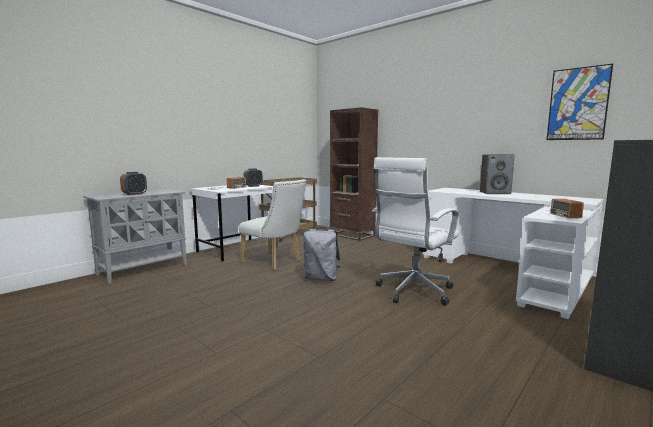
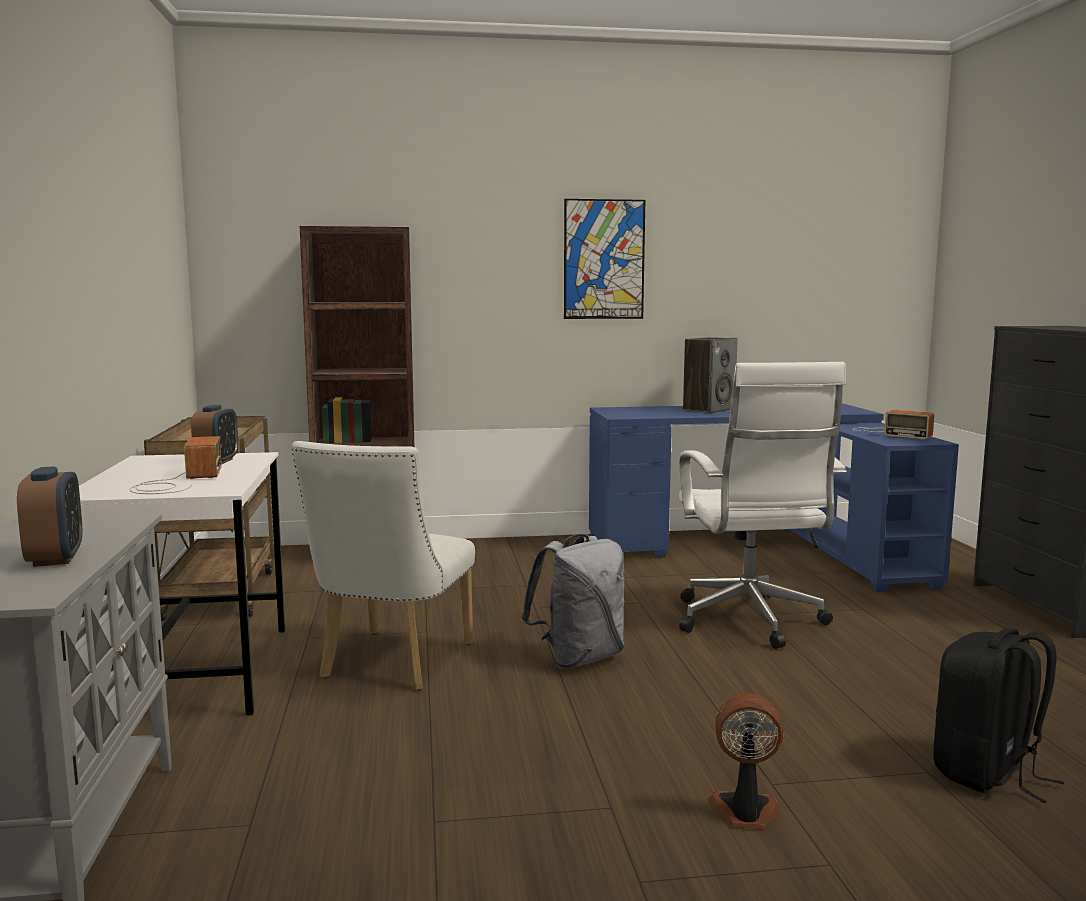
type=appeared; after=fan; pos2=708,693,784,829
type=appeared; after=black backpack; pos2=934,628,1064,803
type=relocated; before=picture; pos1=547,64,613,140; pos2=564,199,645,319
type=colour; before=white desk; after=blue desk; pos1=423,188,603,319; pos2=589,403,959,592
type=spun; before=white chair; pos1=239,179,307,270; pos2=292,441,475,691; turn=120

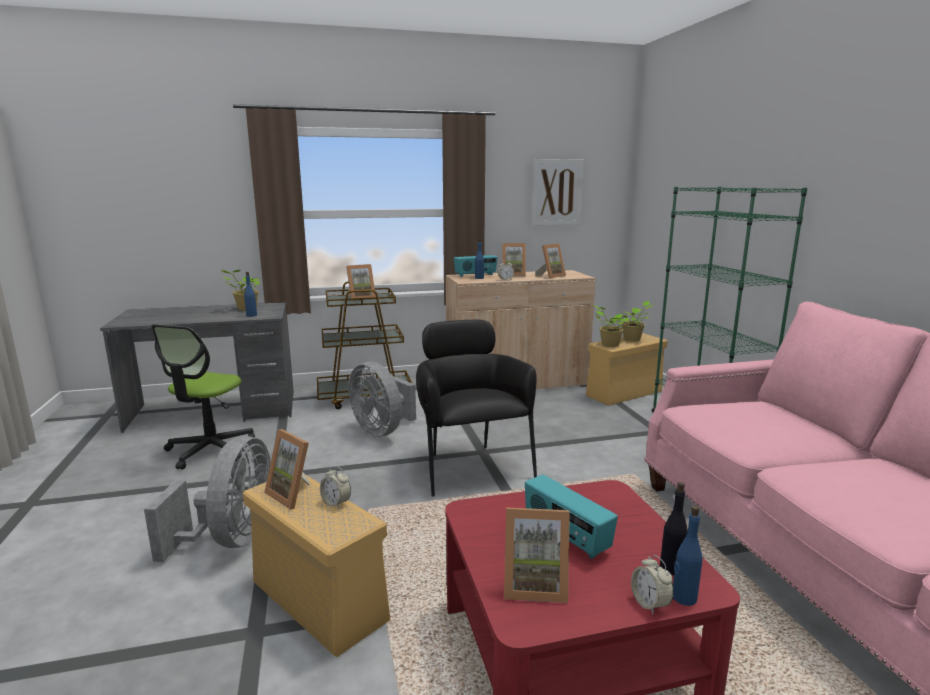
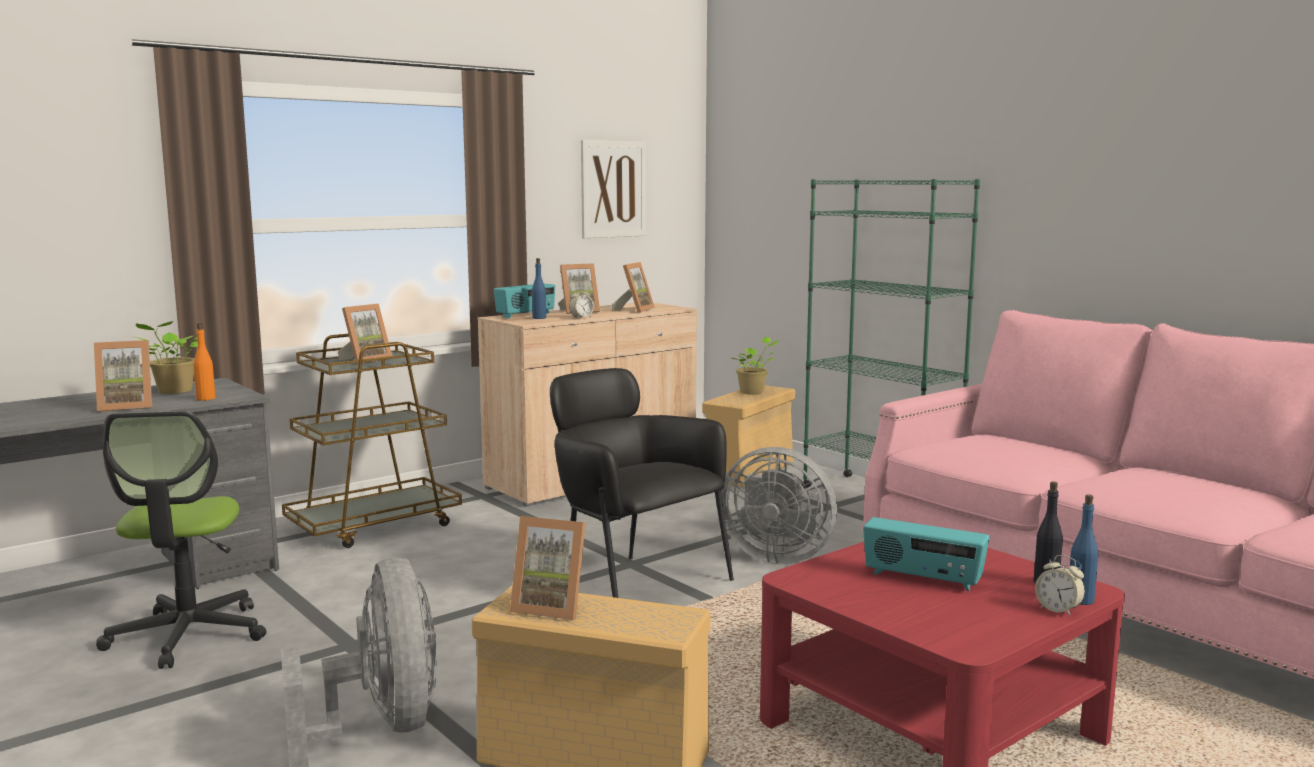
type=missing; before=alarm clock; pos1=320,466,351,509
type=missing; before=potted plant; pos1=594,305,629,347
type=relocated; before=grey fan; pos1=349,362,416,437; pos2=721,447,837,565
type=relocated; before=picture frame; pos1=504,508,570,603; pos2=94,340,152,412
type=colour; before=blue bottle; after=orange bottle; pos1=244,272,257,317; pos2=193,323,215,401

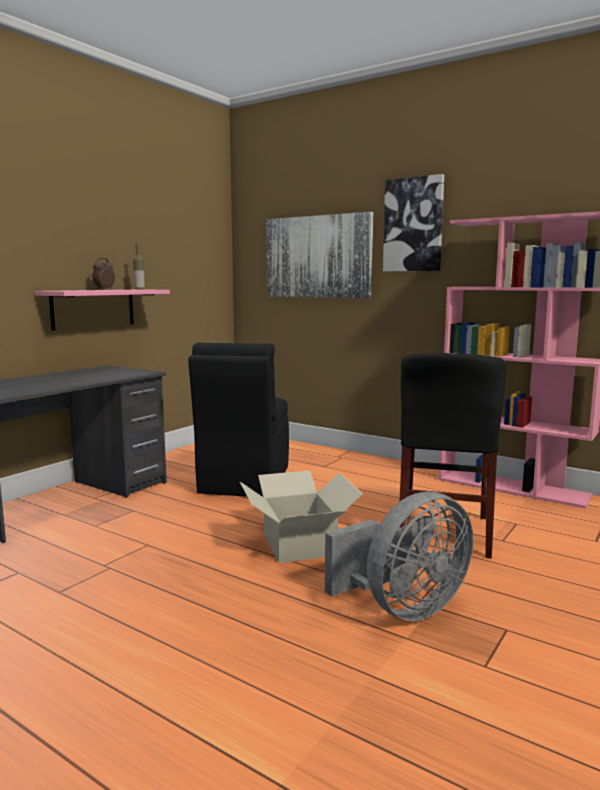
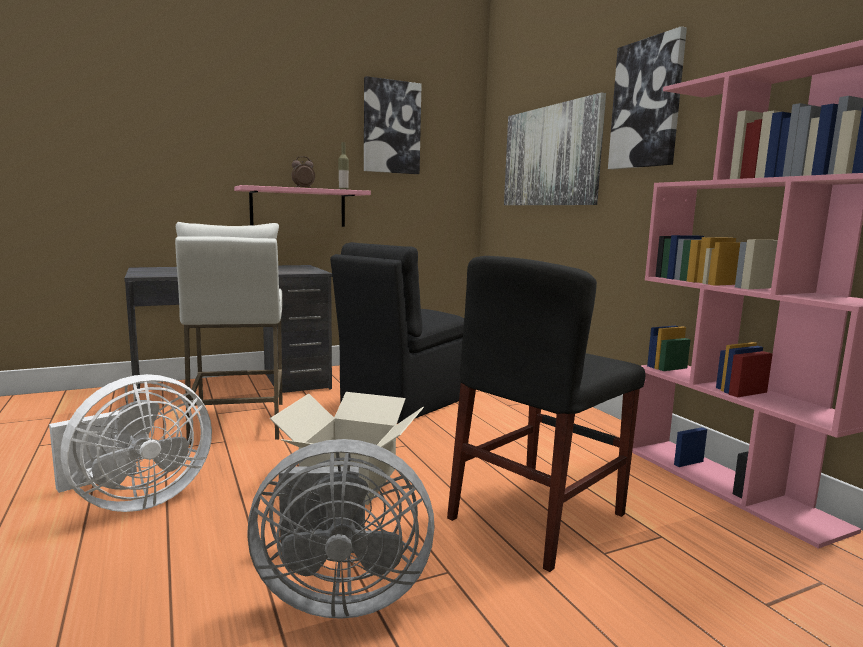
type=appeared; after=white fan; pos2=49,374,212,512
type=appeared; after=white stool; pos2=175,222,283,445
type=appeared; after=picture; pos2=364,76,421,174

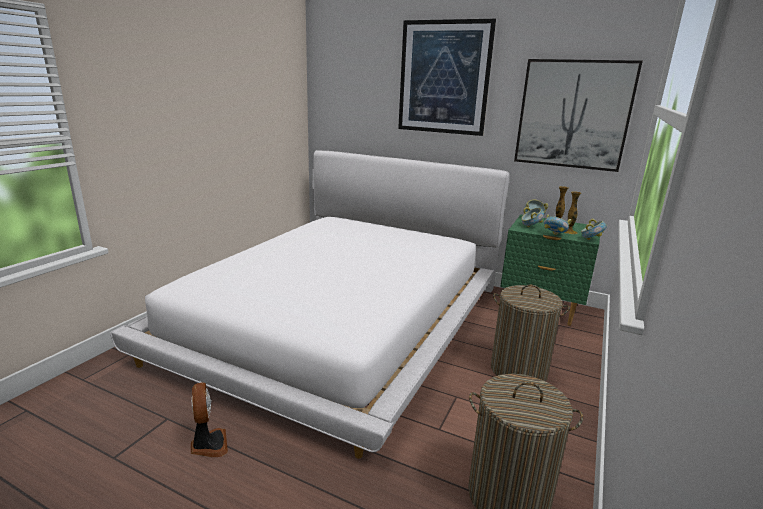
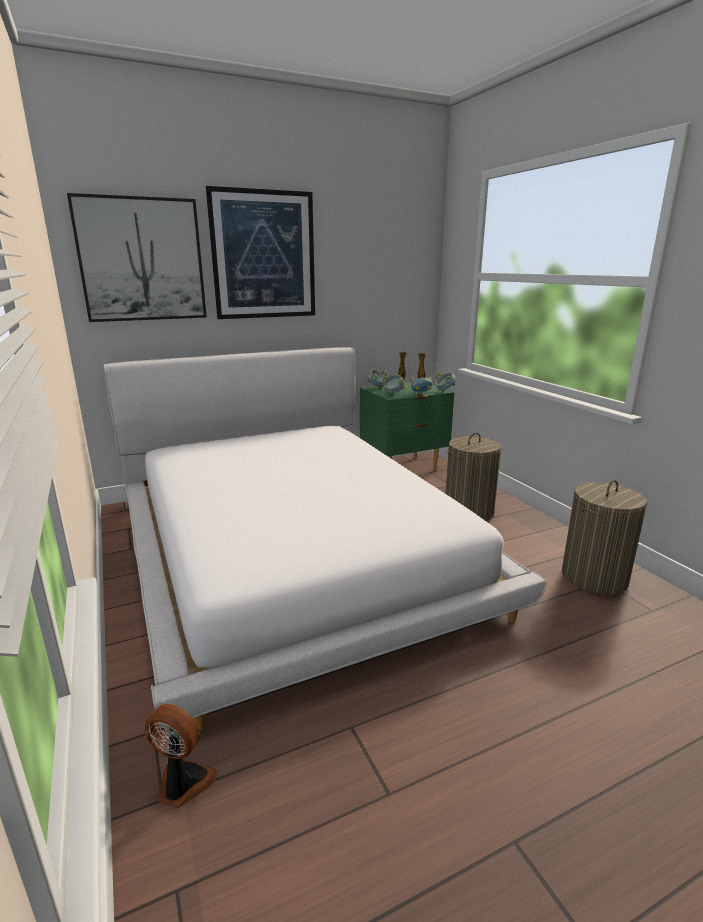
type=relocated; before=fan; pos1=191,382,228,457; pos2=145,704,217,808
type=relocated; before=picture; pos1=514,59,643,172; pos2=67,193,207,322

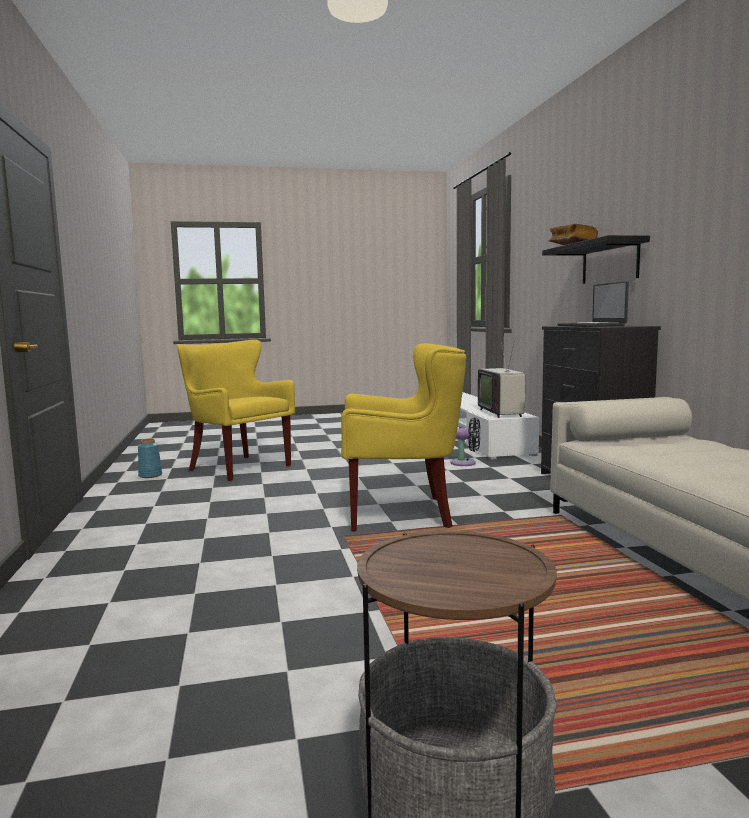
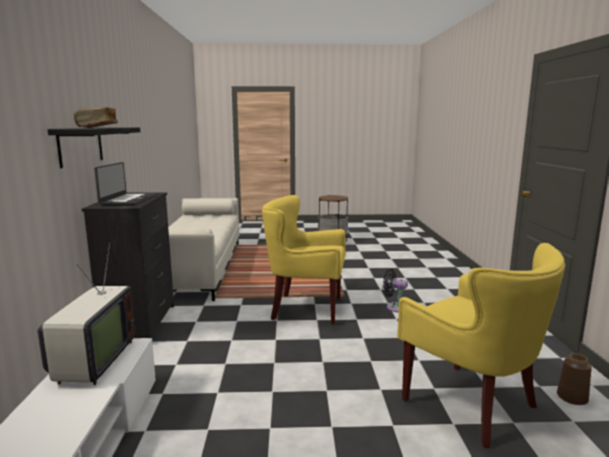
type=relocated; before=black fan; pos1=451,417,480,466; pos2=383,269,408,313
type=colour; before=blue vase; after=brown vase; pos1=138,438,162,478; pos2=557,353,592,405

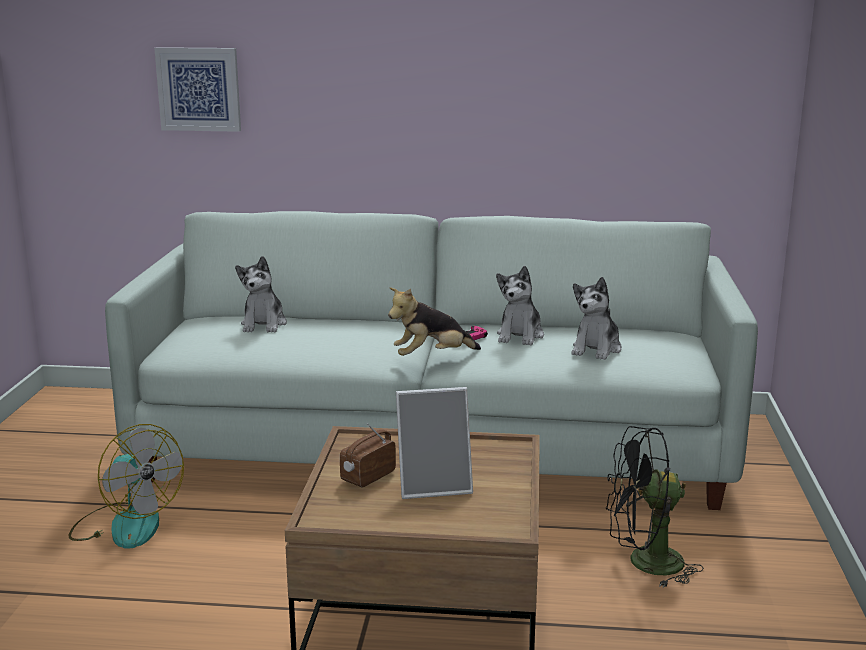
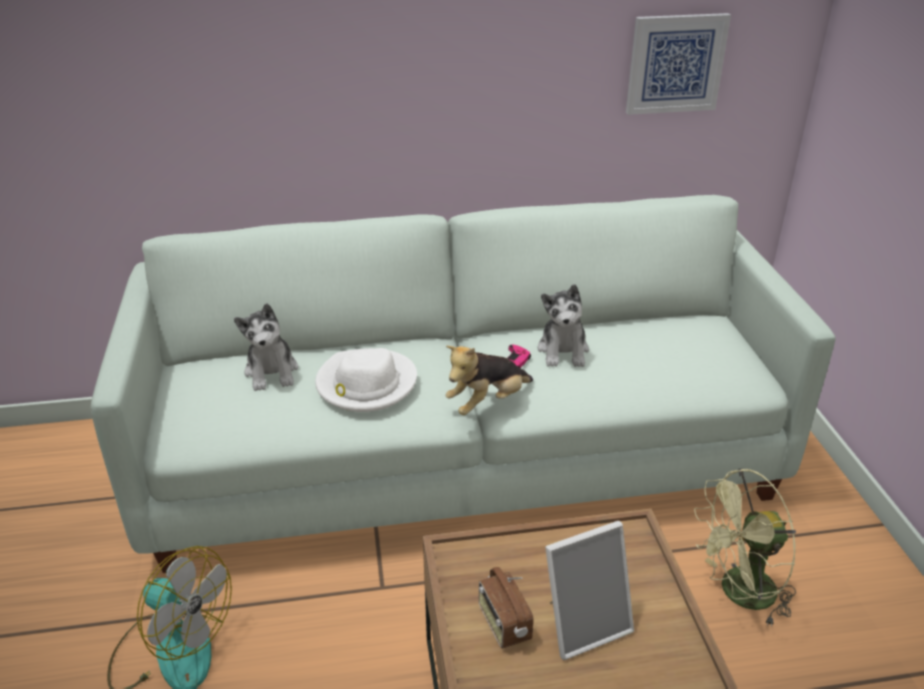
type=missing; before=plush toy; pos1=571,277,622,360
type=appeared; after=white hat; pos2=315,348,417,412
type=relocated; before=picture; pos1=154,47,241,132; pos2=626,13,731,115
type=colour; before=black fan; after=green fan; pos1=606,426,704,588; pos2=694,468,796,627
type=spun; before=radio; pos1=340,423,396,488; pos2=479,567,534,649; turn=-45

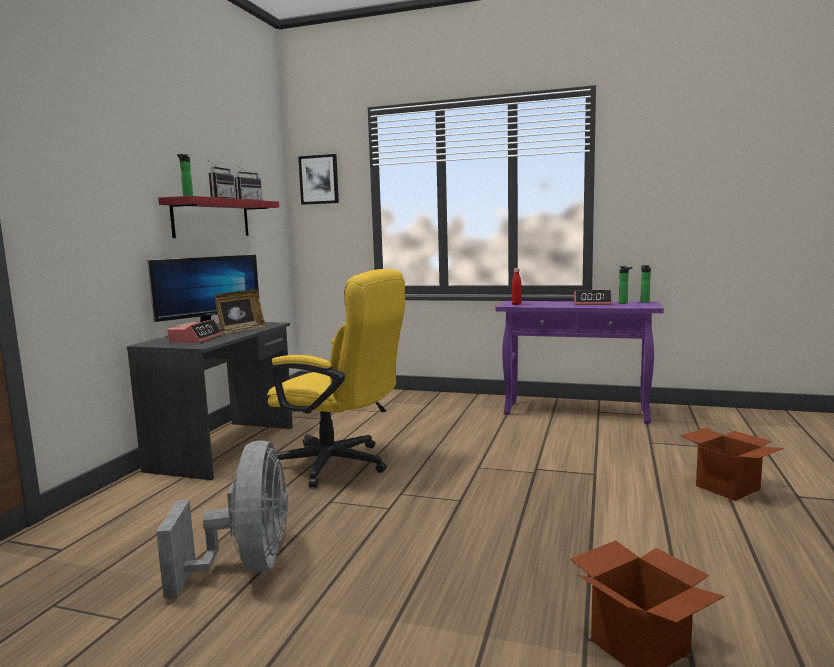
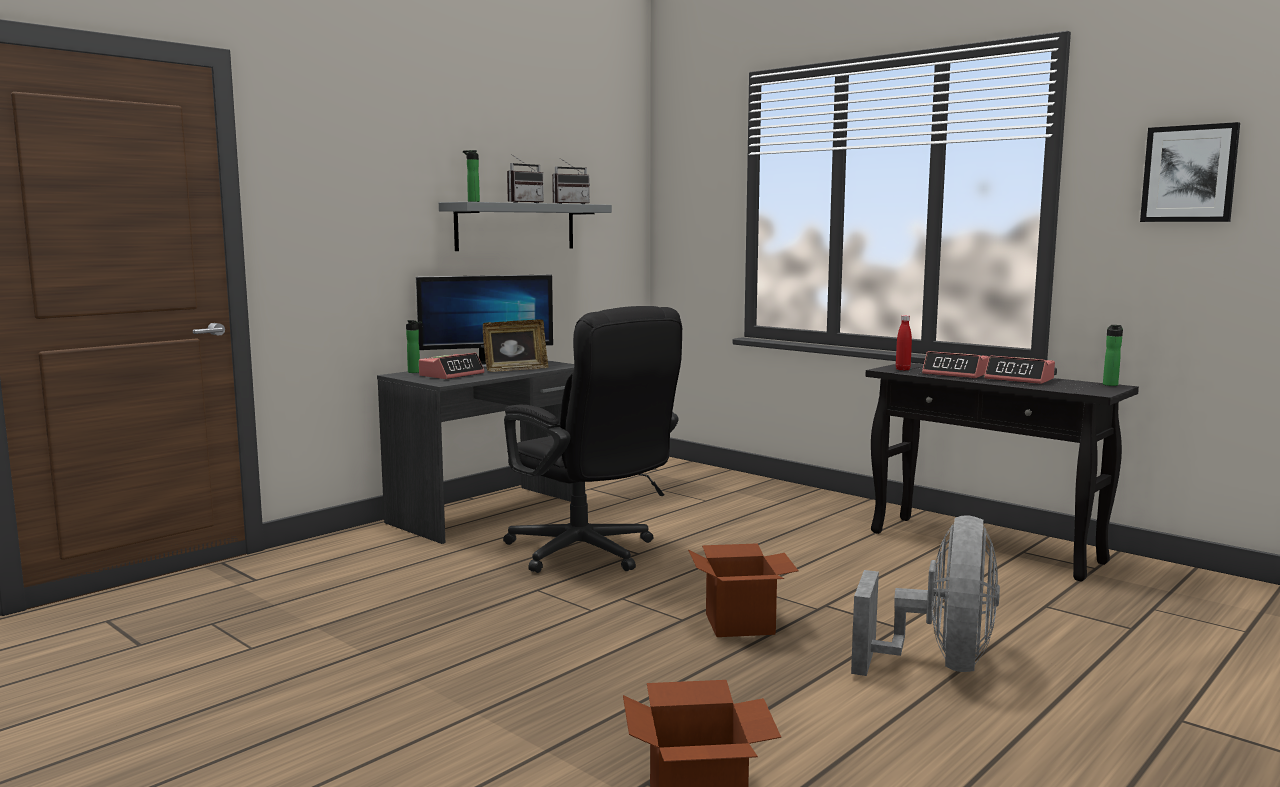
type=appeared; after=alarm clock; pos2=922,351,989,378
type=relocated; before=grey fan; pos1=156,440,288,599; pos2=851,515,1000,676
type=relocated; before=picture; pos1=298,154,339,205; pos2=1140,122,1240,222
type=relocated; before=bottle; pos1=619,266,633,304; pos2=406,320,422,373
type=relocated; before=cardboard box; pos1=681,428,784,501; pos2=688,543,798,637
type=colour; before=red shelf; after=grey shelf; pos1=158,196,279,238; pos2=439,202,612,251
type=colour; before=yellow office chair; after=black office chair; pos1=267,269,405,488; pos2=503,306,682,573
type=colour; before=purple console table; after=black console table; pos1=496,301,664,424; pos2=865,363,1139,582

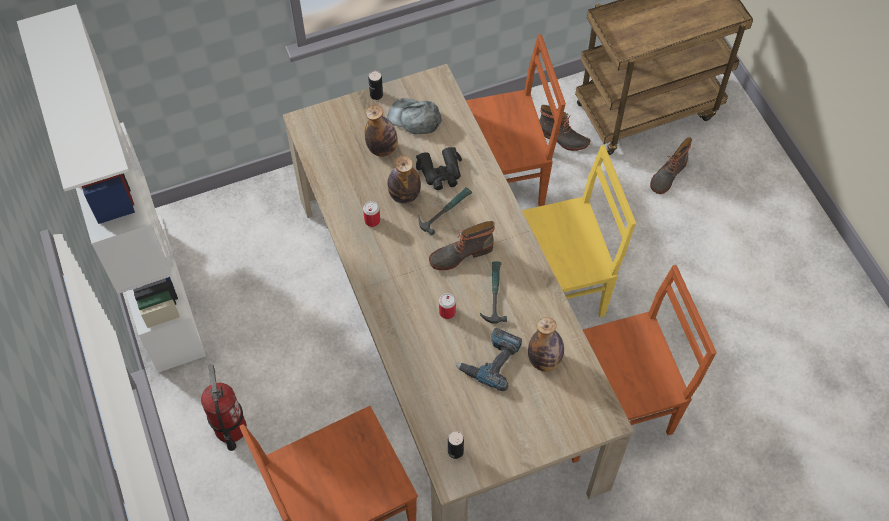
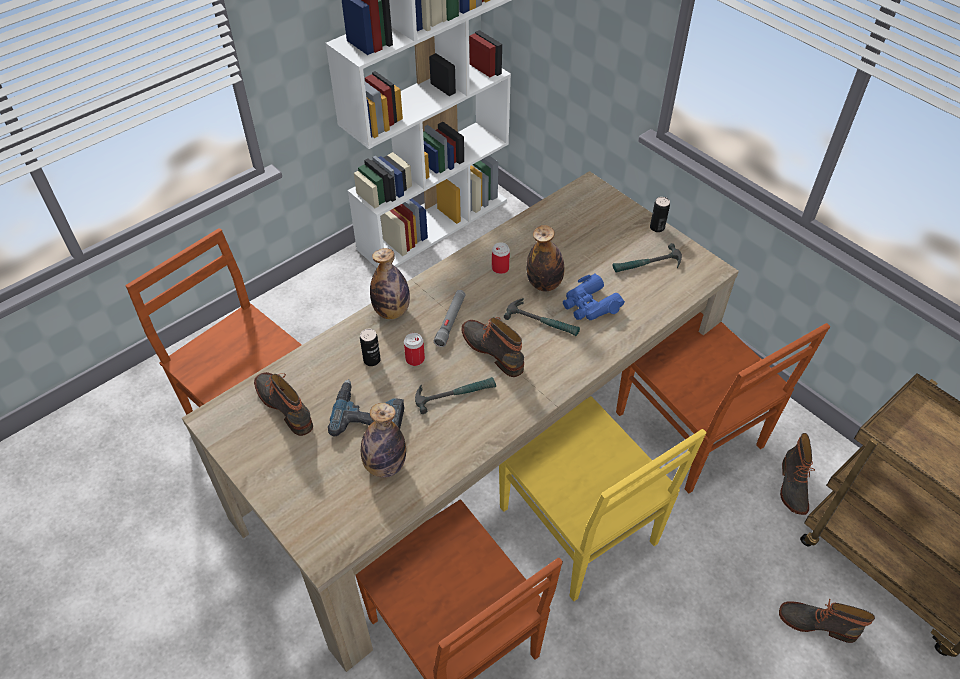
type=missing; before=fire extinguisher; pos1=201,364,247,451
type=appeared; after=boot; pos2=254,372,313,436
type=appeared; after=grey flashlight; pos2=434,290,466,347
type=relocated; before=bottle; pos1=365,104,398,157; pos2=370,248,410,319
type=relocated; before=can; pos1=448,431,464,459; pos2=360,329,381,366
type=exchanged; before=grey cap; after=hammer; pos1=387,99,442,134; pos2=612,243,682,273
type=colour; before=black binoculars; after=blue binoculars; pos1=416,147,462,190; pos2=563,274,625,320

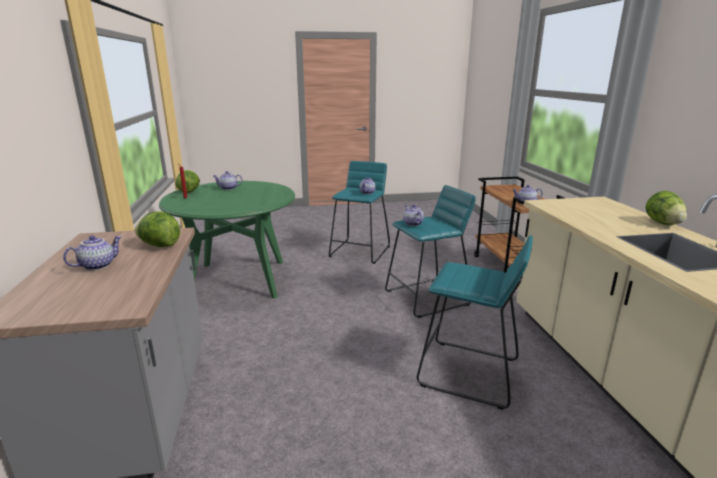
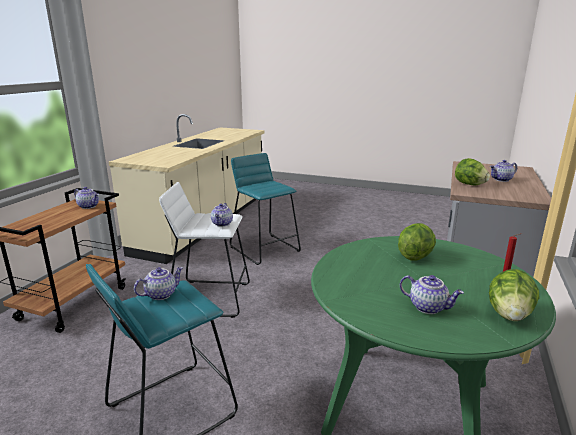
type=relocated; before=lettuce; pos1=646,191,687,225; pos2=398,223,436,261
type=colour; before=turquoise stool; after=white stool; pos1=385,185,476,318; pos2=159,182,250,318

